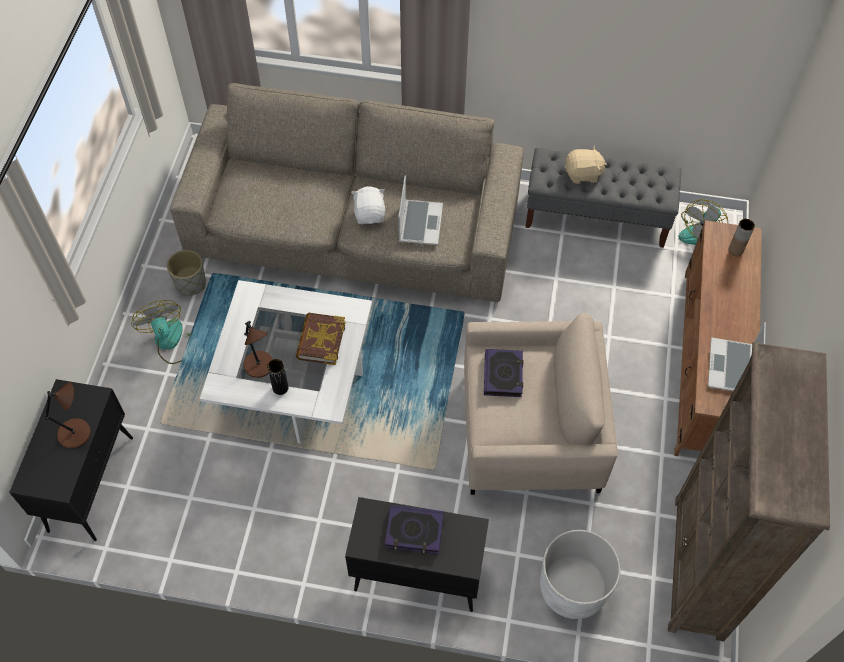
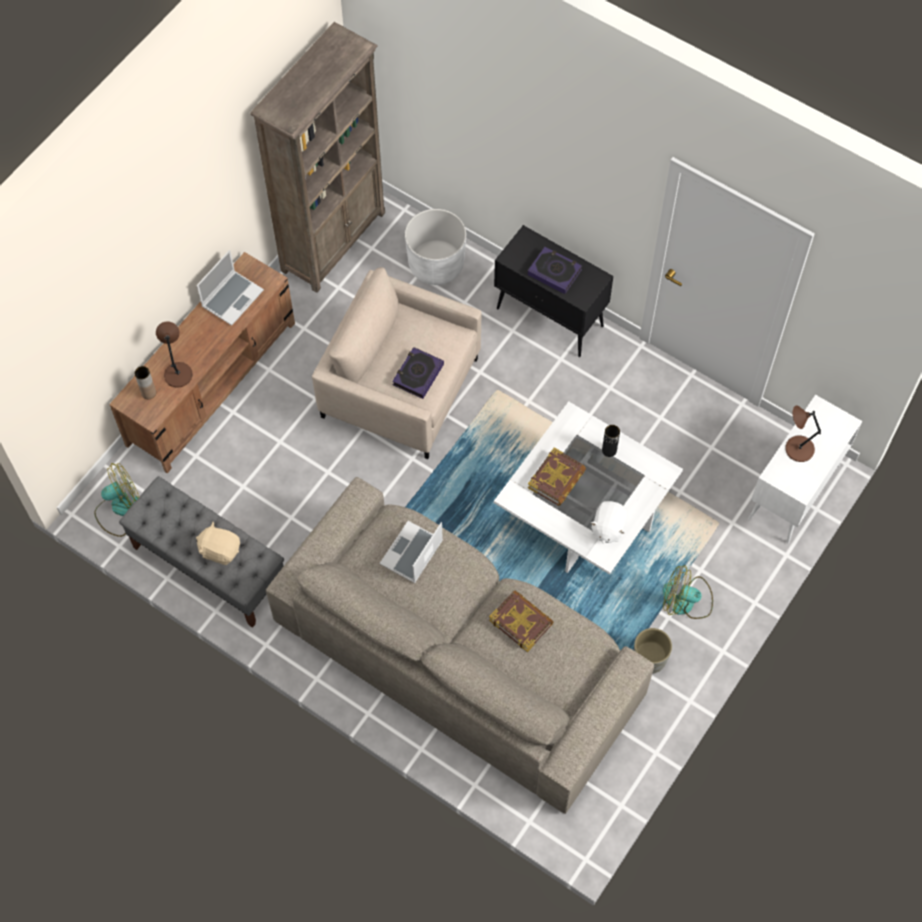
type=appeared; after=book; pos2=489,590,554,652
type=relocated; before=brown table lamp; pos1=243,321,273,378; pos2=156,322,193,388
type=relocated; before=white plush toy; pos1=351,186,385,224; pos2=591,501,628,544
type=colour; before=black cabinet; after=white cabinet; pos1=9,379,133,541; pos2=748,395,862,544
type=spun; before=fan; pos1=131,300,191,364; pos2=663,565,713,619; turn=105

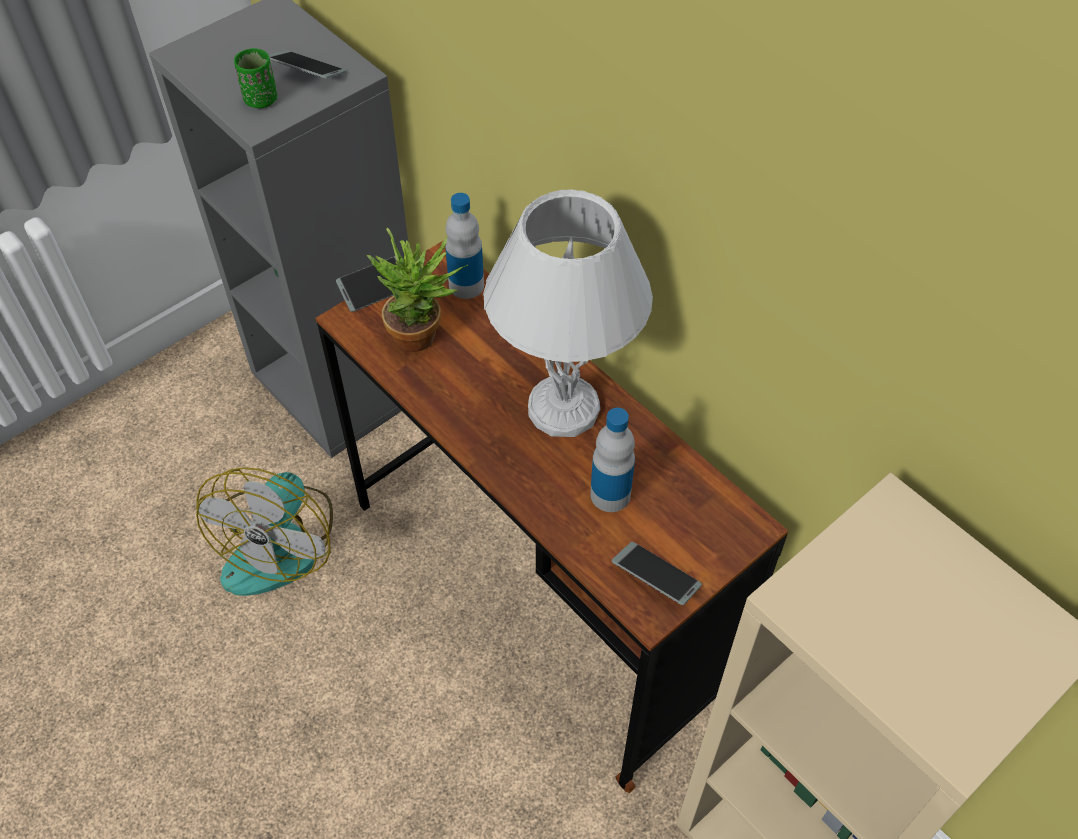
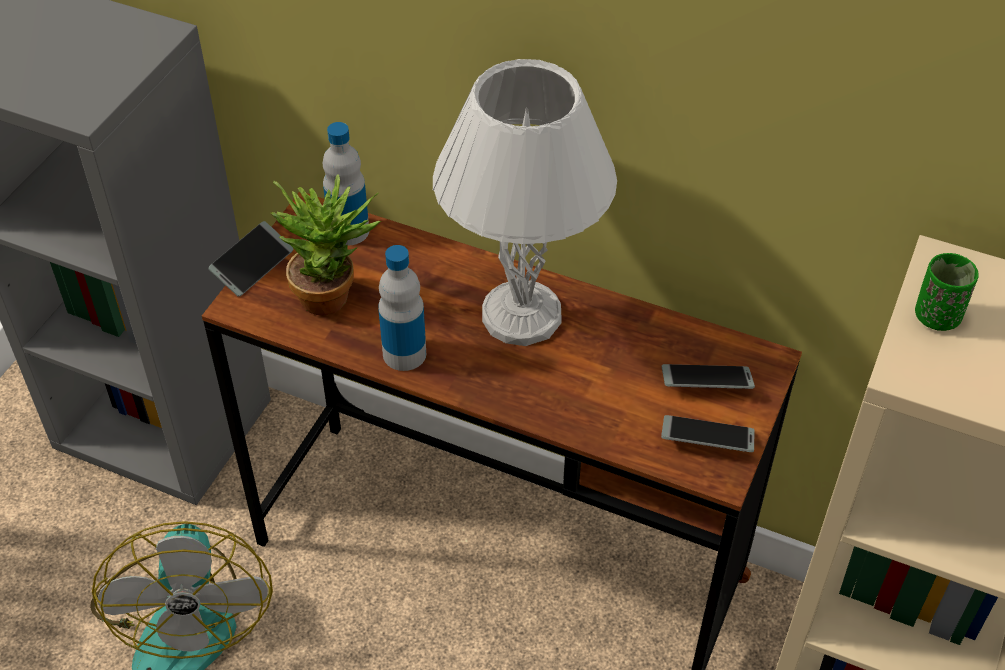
type=relocated; before=green cup; pos1=234,48,277,108; pos2=915,253,979,331
type=relocated; before=phone; pos1=268,50,346,79; pos2=662,364,755,389
type=relocated; before=bottle; pos1=590,408,635,512; pos2=378,245,426,371

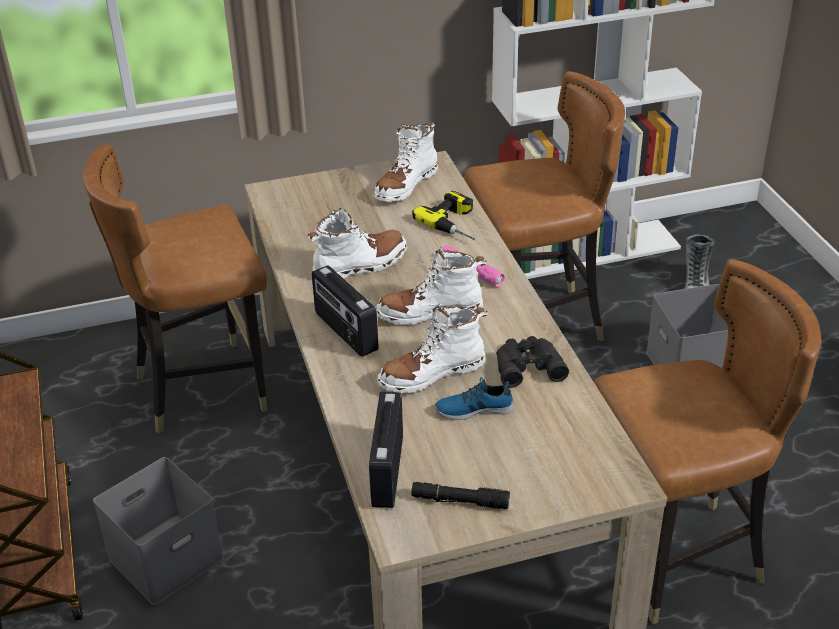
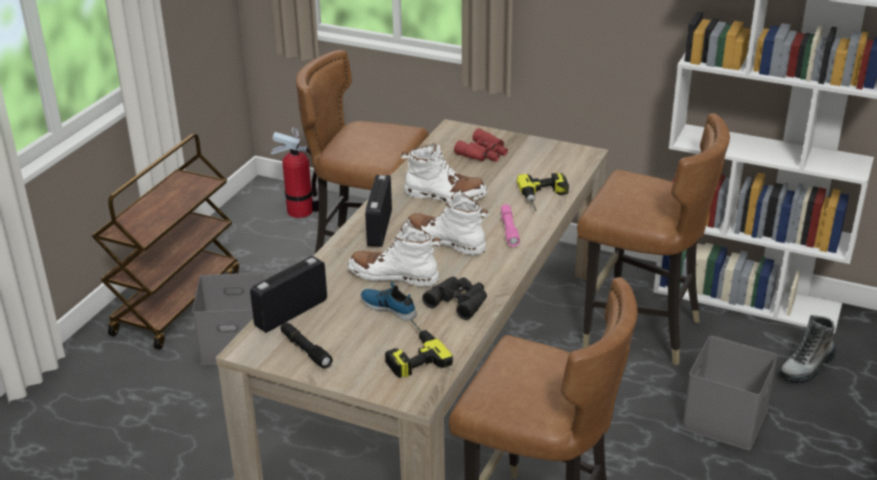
type=missing; before=white boot; pos1=373,122,438,202
type=appeared; after=fire extinguisher; pos2=271,127,319,218
type=appeared; after=power drill; pos2=385,319,453,378
type=appeared; after=red binoculars; pos2=454,128,508,162

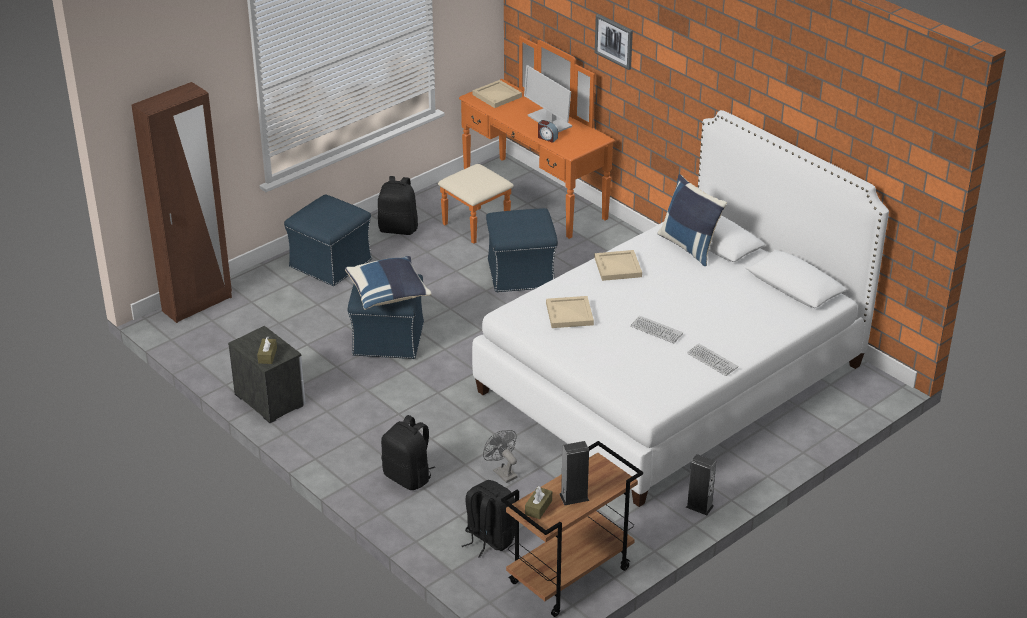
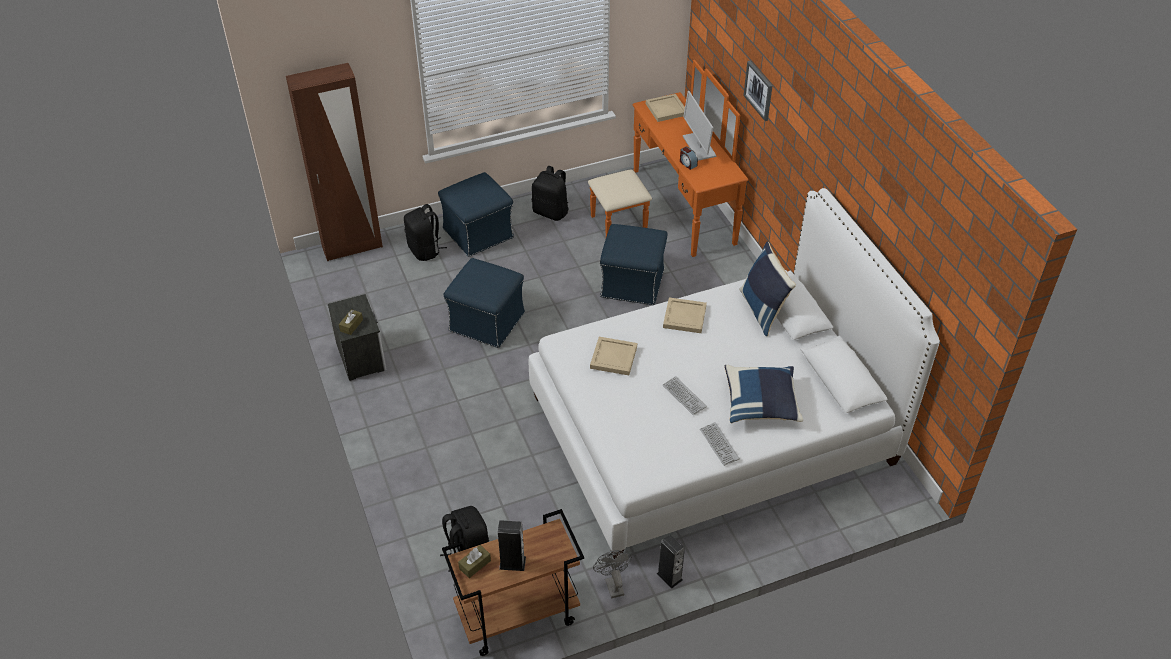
type=relocated; before=blue pillow; pos1=345,256,432,310; pos2=724,365,803,423
type=relocated; before=black backpack; pos1=381,415,435,490; pos2=404,204,447,261
type=relocated; before=grey fan; pos1=483,430,518,483; pos2=593,550,632,598

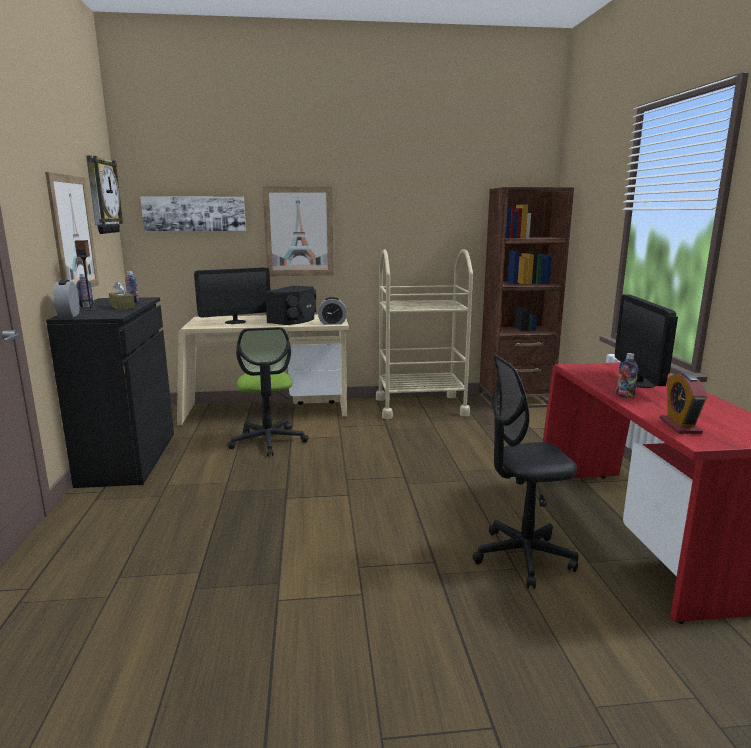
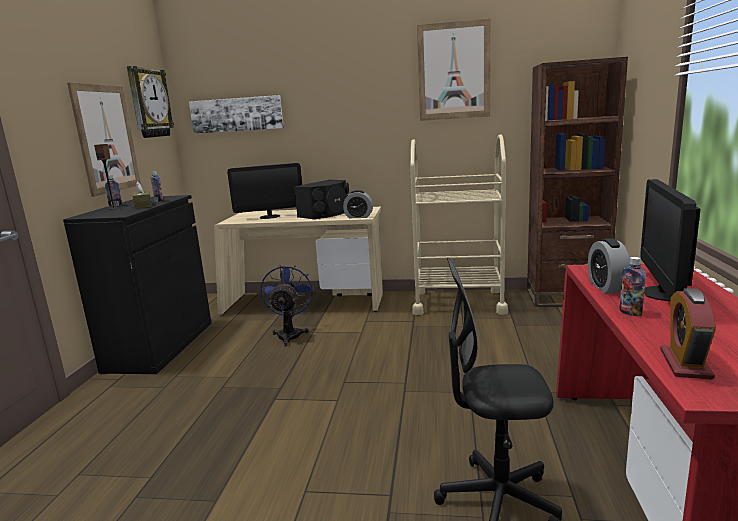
type=relocated; before=alarm clock; pos1=54,280,79,318; pos2=588,238,630,294
type=relocated; before=picture; pos1=263,186,334,276; pos2=417,18,491,121
type=exchanged; before=office chair; after=blue fan; pos1=227,327,309,456; pos2=261,265,314,346

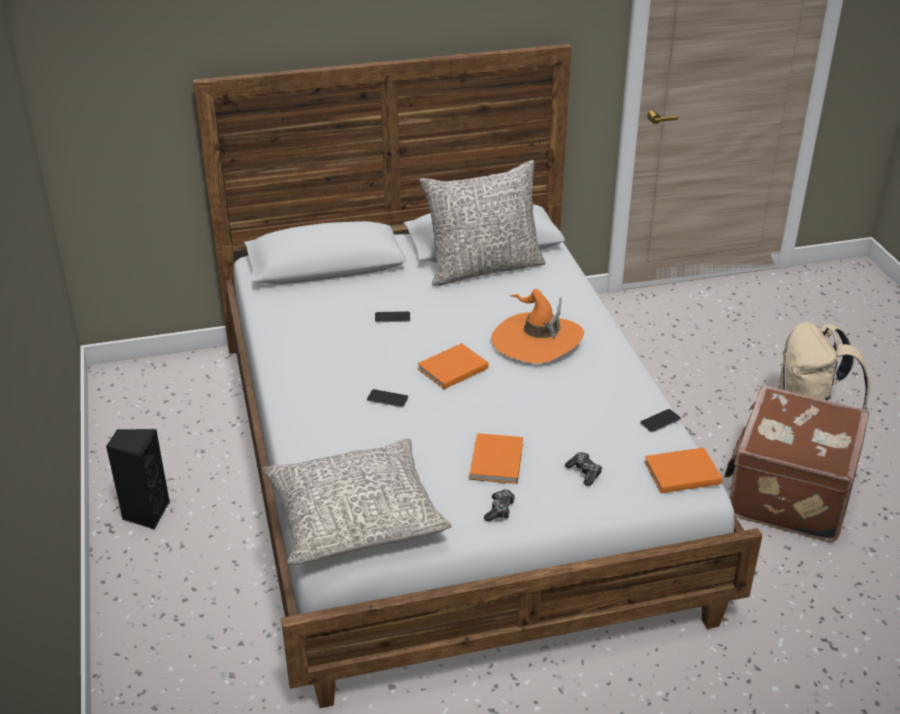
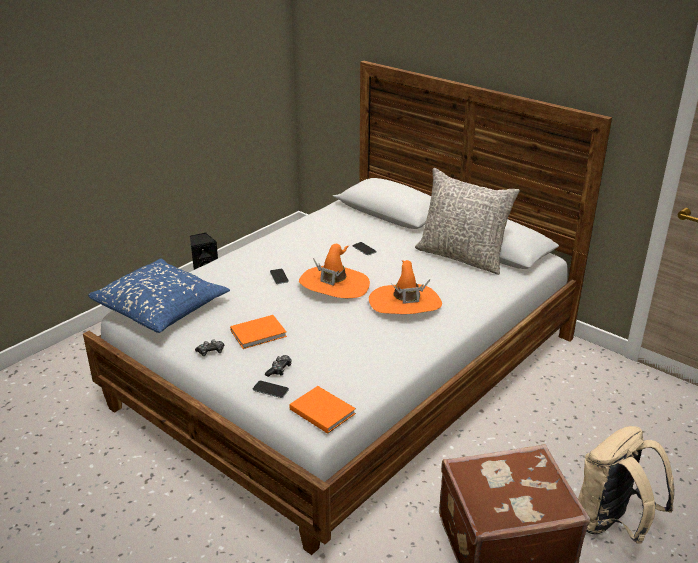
type=relocated; before=phone; pos1=640,409,681,432; pos2=253,381,289,398
type=exchanged; before=orange book; after=orange hat; pos1=417,343,489,389; pos2=299,244,370,298
type=colour; before=grey pillow; after=blue pillow; pos1=262,438,452,565; pos2=88,258,230,333

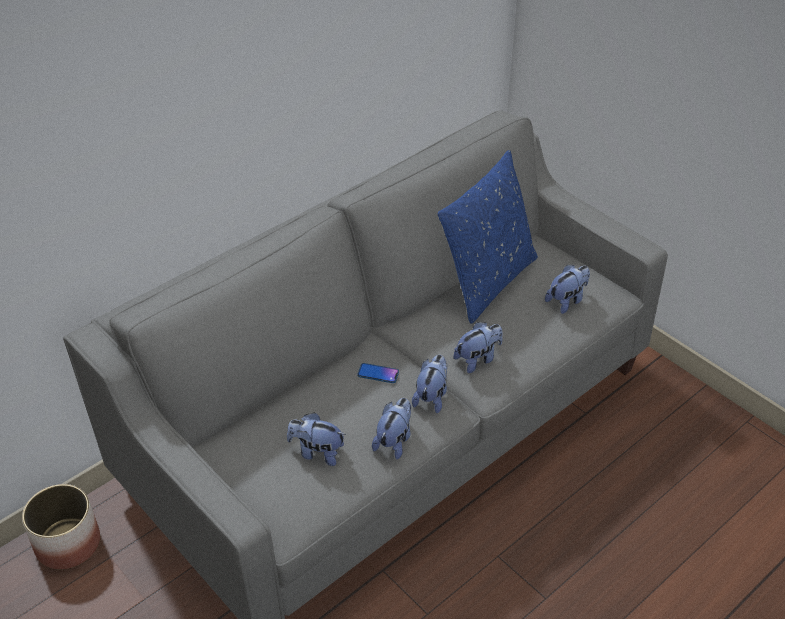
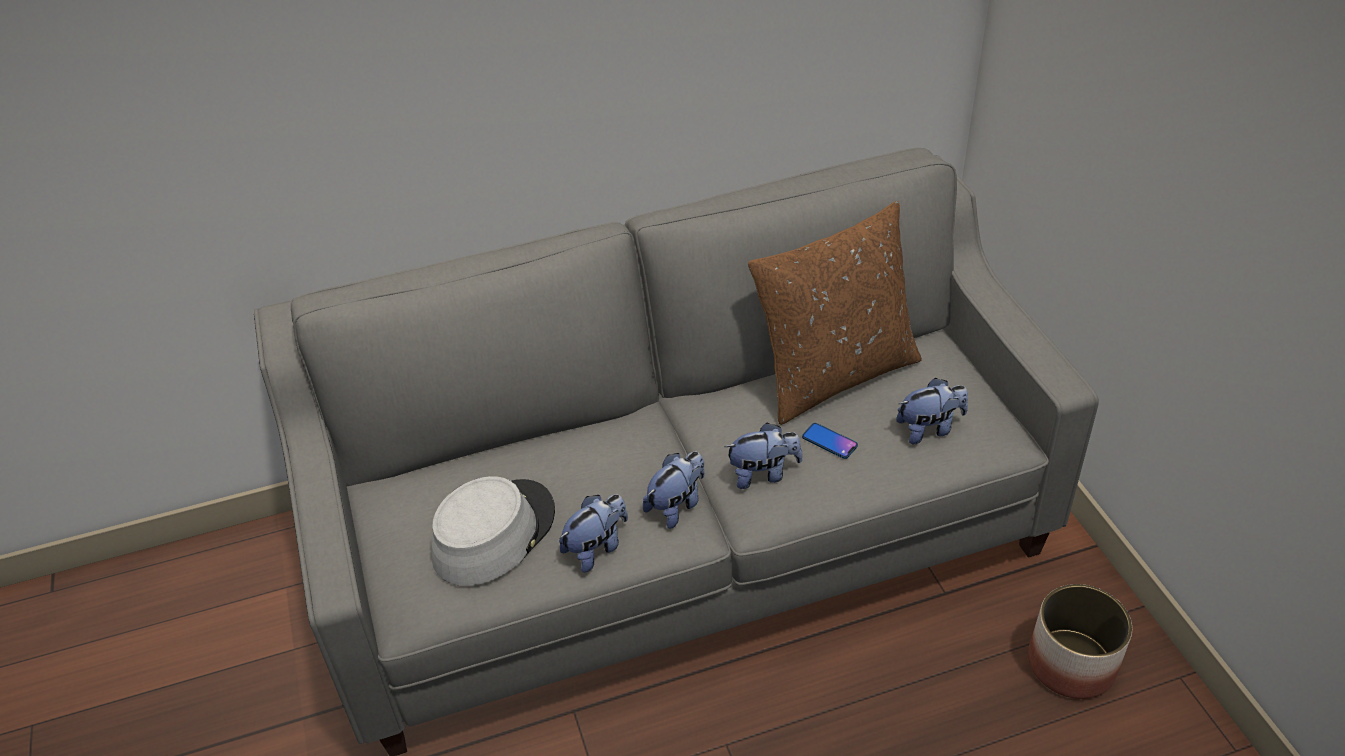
type=relocated; before=planter; pos1=22,484,100,569; pos2=1028,584,1132,699
type=relocated; before=phone; pos1=357,363,399,383; pos2=802,423,858,459
type=exchanged; before=plush toy; after=grey hat; pos1=287,413,346,466; pos2=431,476,555,586
type=colour; before=blue pillow; after=brown pillow; pos1=438,150,538,324; pos2=748,201,922,425

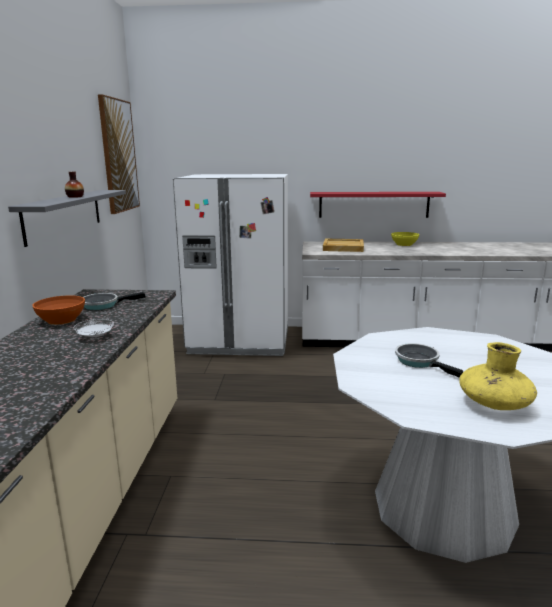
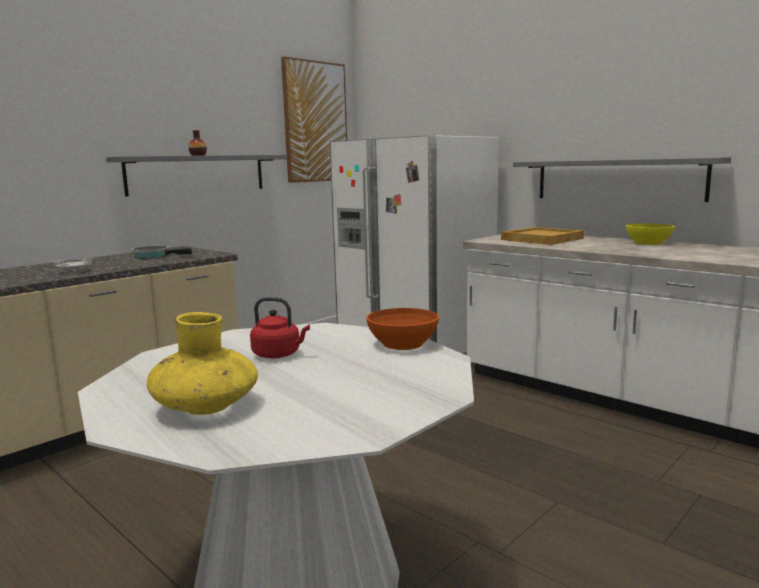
type=relocated; before=orange bowl; pos1=32,295,85,325; pos2=366,308,439,350
type=exchanged; before=frying pan; after=red kettle; pos1=395,343,463,378; pos2=250,297,310,358
type=colour; before=red shelf; after=grey shelf; pos1=310,192,446,218; pos2=513,157,731,202

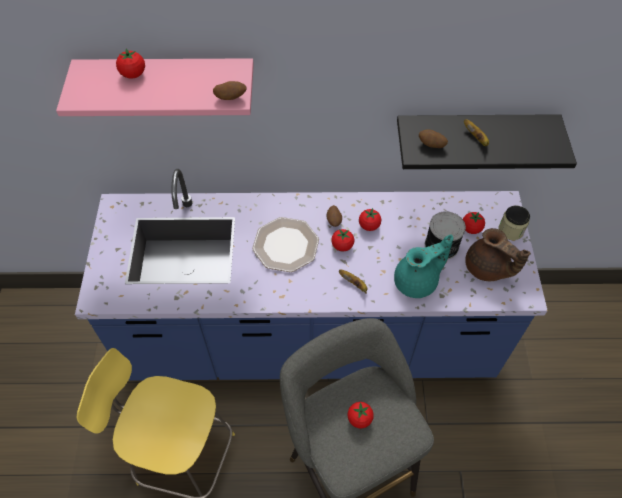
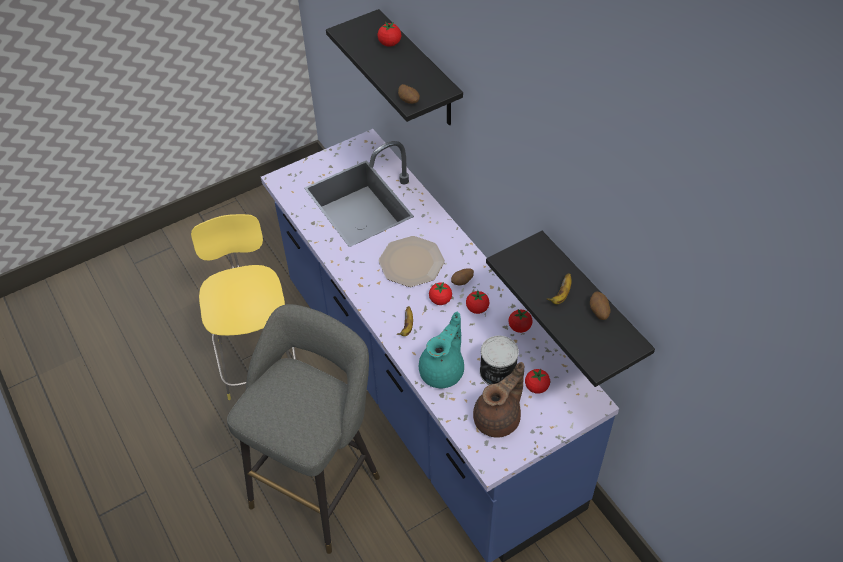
type=missing; before=jar; pos1=498,206,530,240
type=relocated; before=tomato; pos1=347,402,374,429; pos2=508,309,533,333
type=relocated; before=potato; pos1=419,129,448,148; pos2=590,292,611,320
type=colour; before=pink shelf; after=black shelf; pos1=56,58,254,116; pos2=326,9,463,126
type=spun; before=turquoise teapot; pos1=394,235,453,298; pos2=419,312,464,388; turn=-90
type=spun; before=brown teapot; pos1=465,228,530,281; pos2=473,362,524,438; turn=-150

